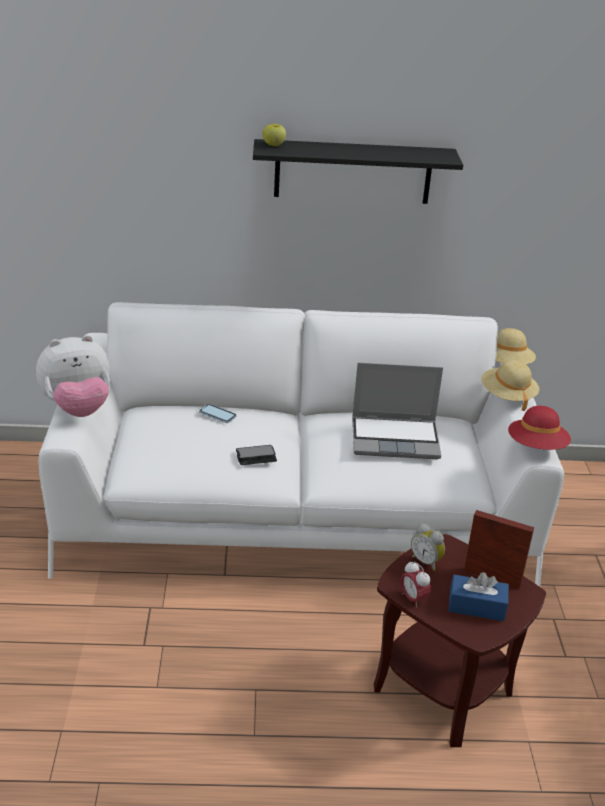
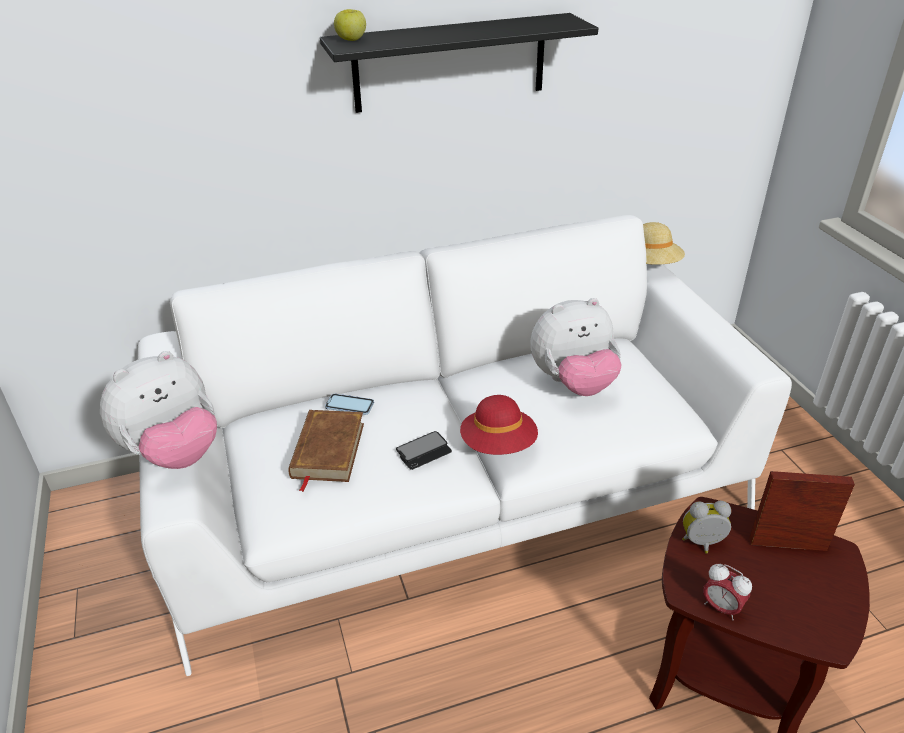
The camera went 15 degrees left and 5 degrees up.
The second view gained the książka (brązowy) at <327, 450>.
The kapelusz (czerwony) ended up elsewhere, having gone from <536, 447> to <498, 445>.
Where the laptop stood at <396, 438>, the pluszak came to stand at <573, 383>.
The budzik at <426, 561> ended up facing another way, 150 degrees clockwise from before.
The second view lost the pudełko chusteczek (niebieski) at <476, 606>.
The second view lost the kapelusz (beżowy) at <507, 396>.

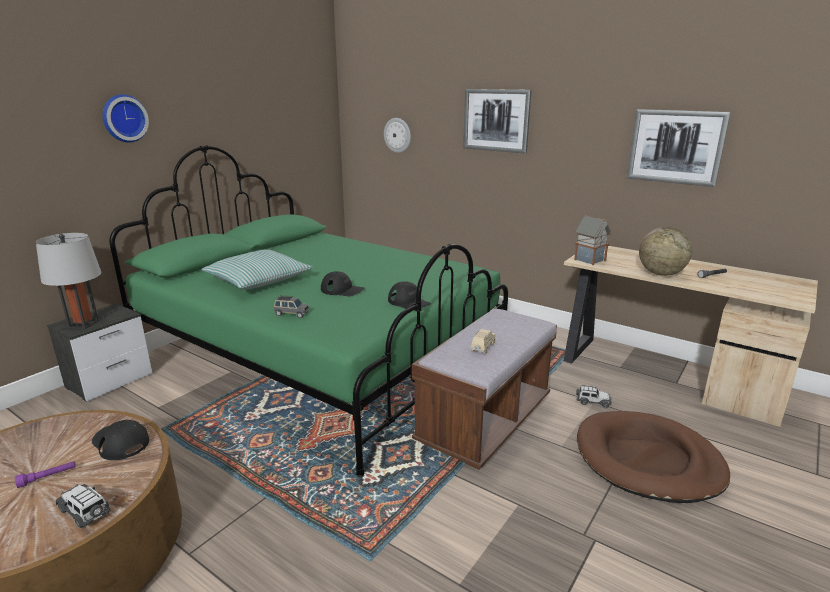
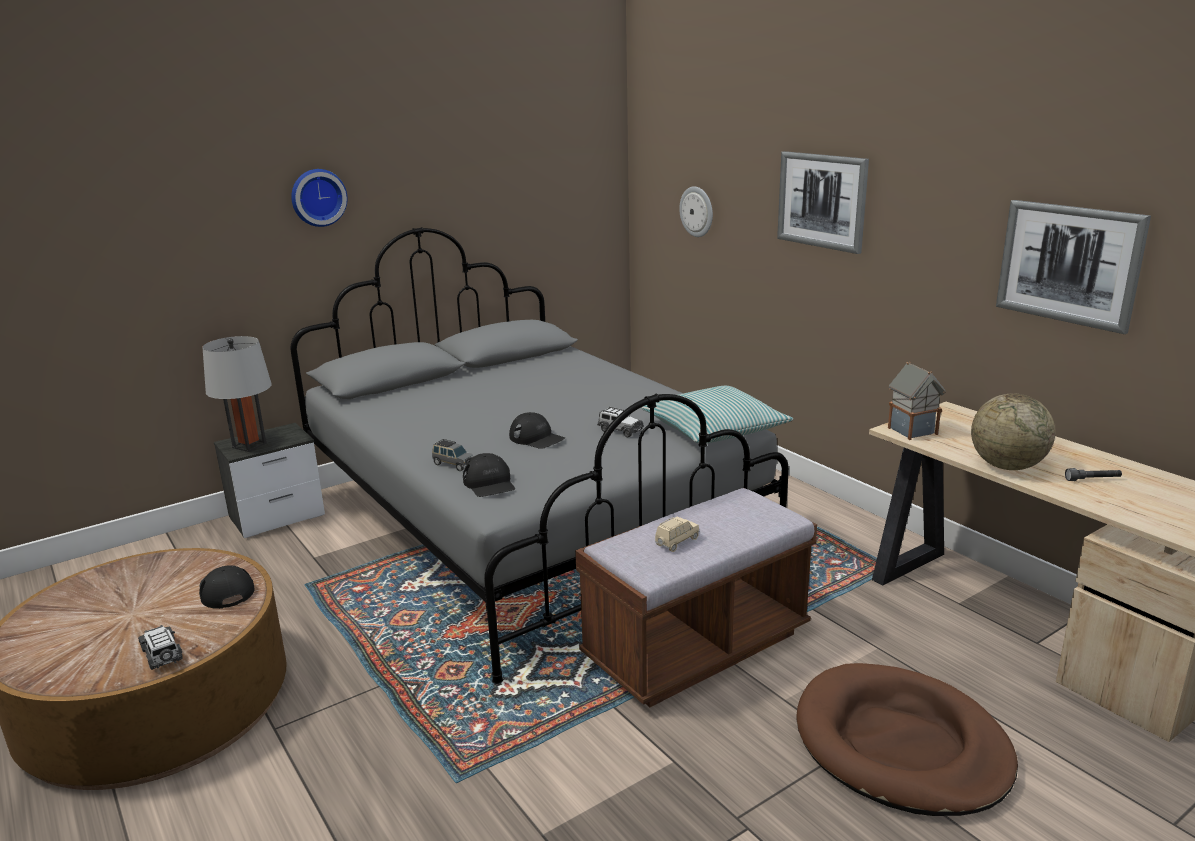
The camera went 20 degrees right and 0 degrees up.
What was the łóżko (zielony) at <321, 358> turned into the łóżko (szary) at <530, 524>.
The czapka z daszkiem (czarny) ended up elsewhere, having gone from <409, 302> to <489, 483>.
The samochodzik ended up elsewhere, having gone from <593, 402> to <620, 430>.
The poduszka ended up elsewhere, having gone from <258, 280> to <714, 429>.
The second view lost the latarka (fioletowy) at <48, 477>.

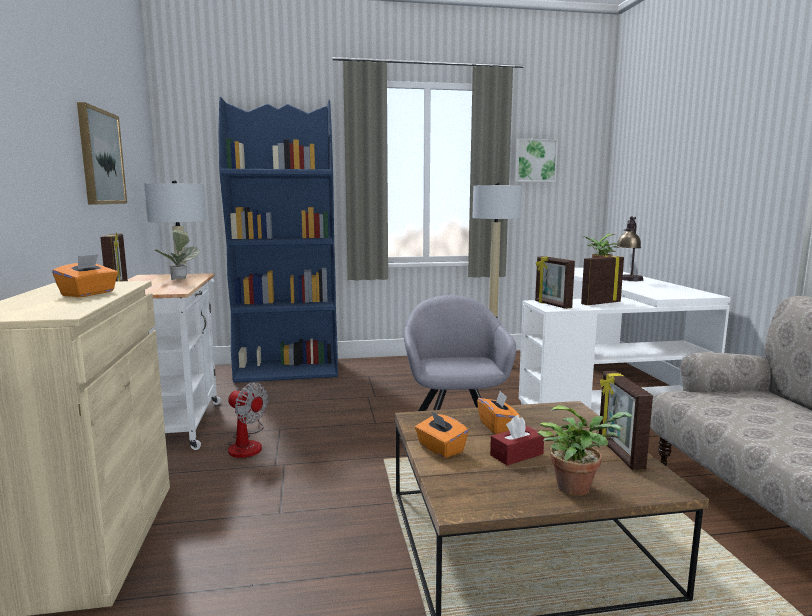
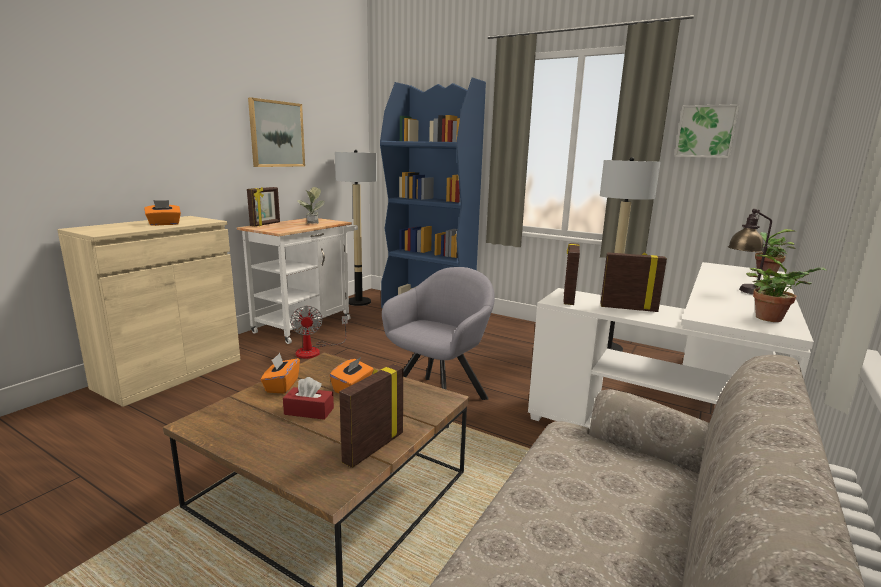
The camera went 40 degrees right and 5 degrees up.
The roślina doniczkowa ended up elsewhere, having gone from <577, 487> to <772, 319>.

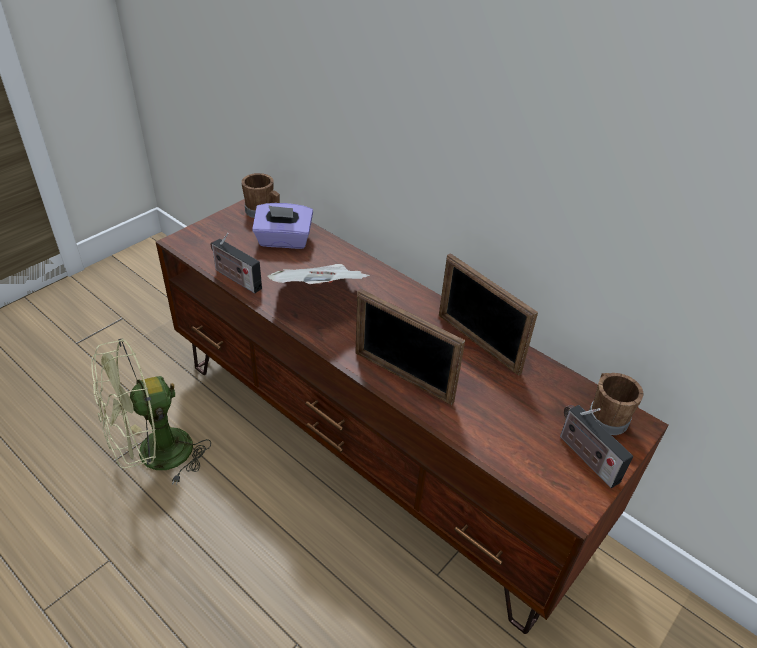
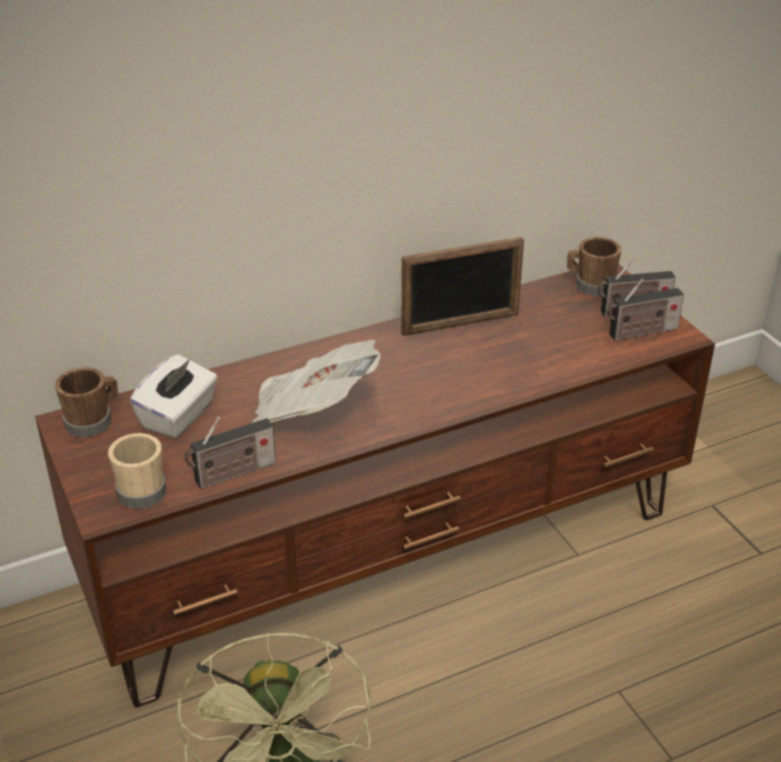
The camera went 65 degrees left and 5 degrees down.
The second view gained the kubek (beżowy) at <143, 488>.
What was the pudełko chusteczek (fioletowy) at <284, 241> turned into the pudełko chusteczek (biały) at <178, 416>.
The second view gained the radio at <640, 332>.
The second view lost the ramka na zdjęcie at <402, 377>.

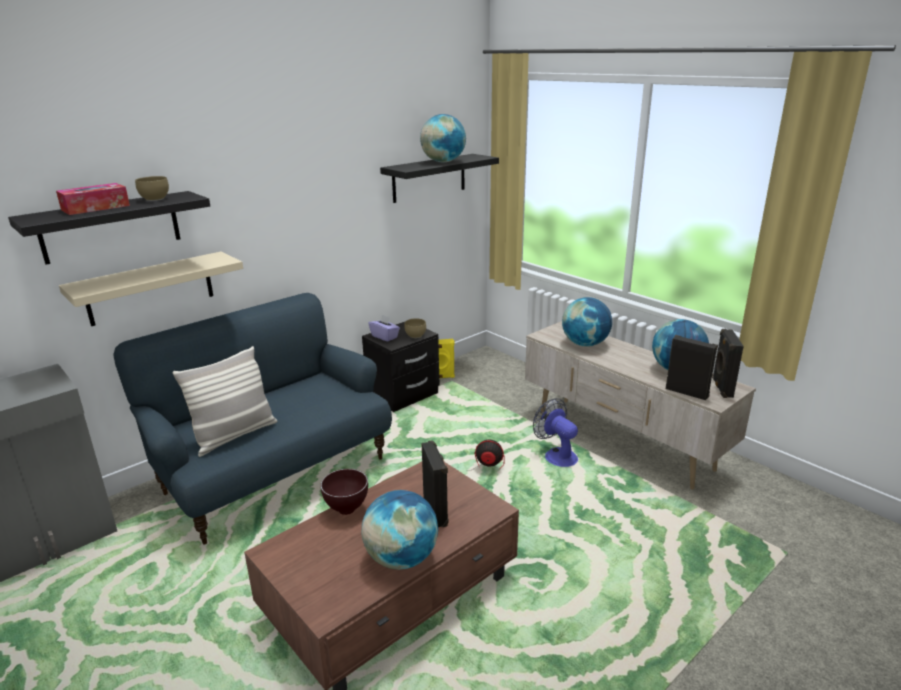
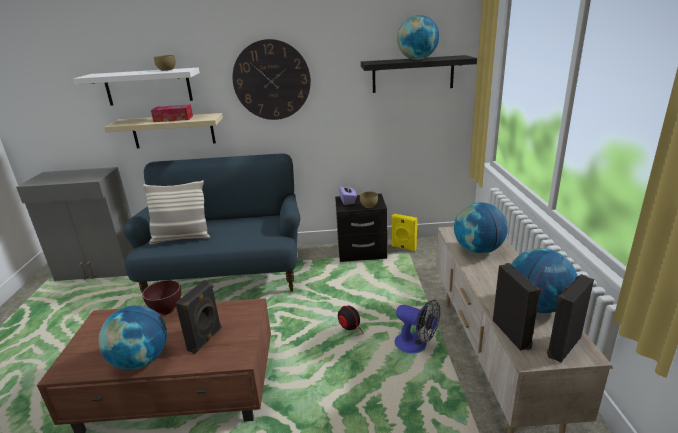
The camera went 40 degrees right and 0 degrees up.
What was the półka (czarny) at <111, 227> turned into the półka (biały) at <148, 87>.
The pudełko chusteczek ended up elsewhere, having gone from <95, 208> to <173, 119>.
The second view gained the zegar ścienny at <272, 80>.
The wentylator at <556, 455> ended up facing another way, 120 degrees clockwise from before.

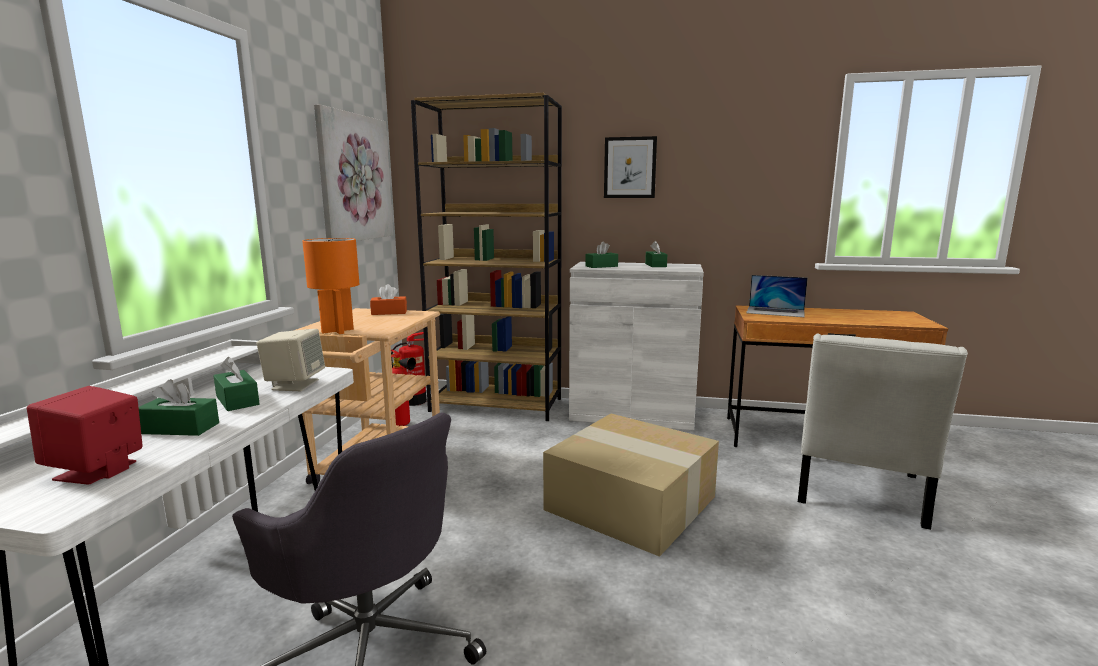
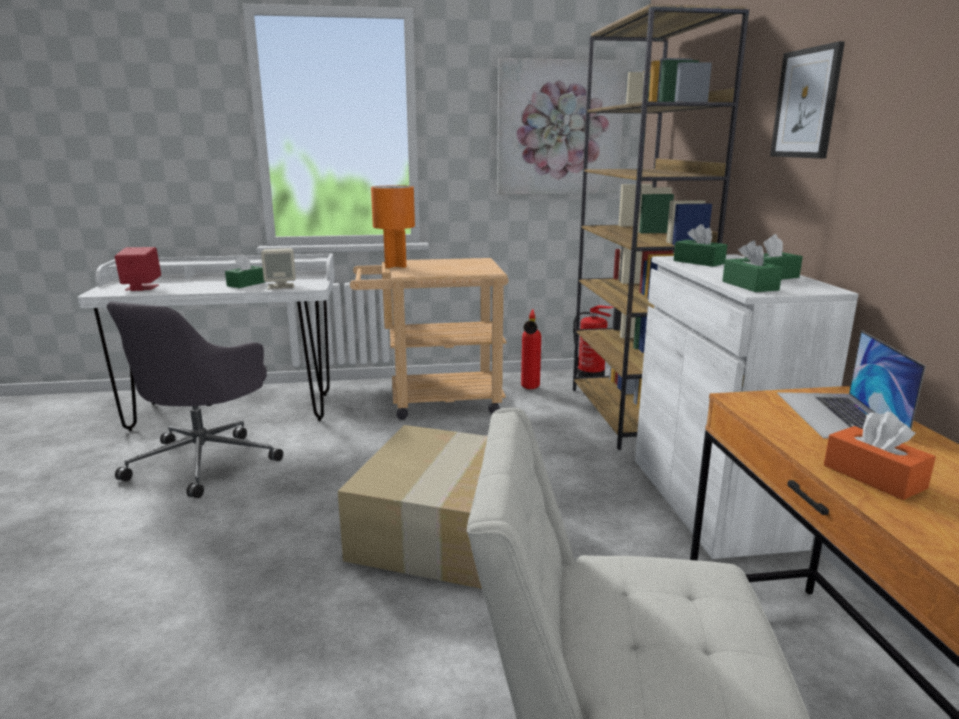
The camera went 70 degrees right and 5 degrees up.
The pudełko chusteczek (zielony) ended up elsewhere, having gone from <180, 428> to <750, 286>.
The pudełko chusteczek (pomarańczowy) ended up elsewhere, having gone from <389, 312> to <873, 477>.

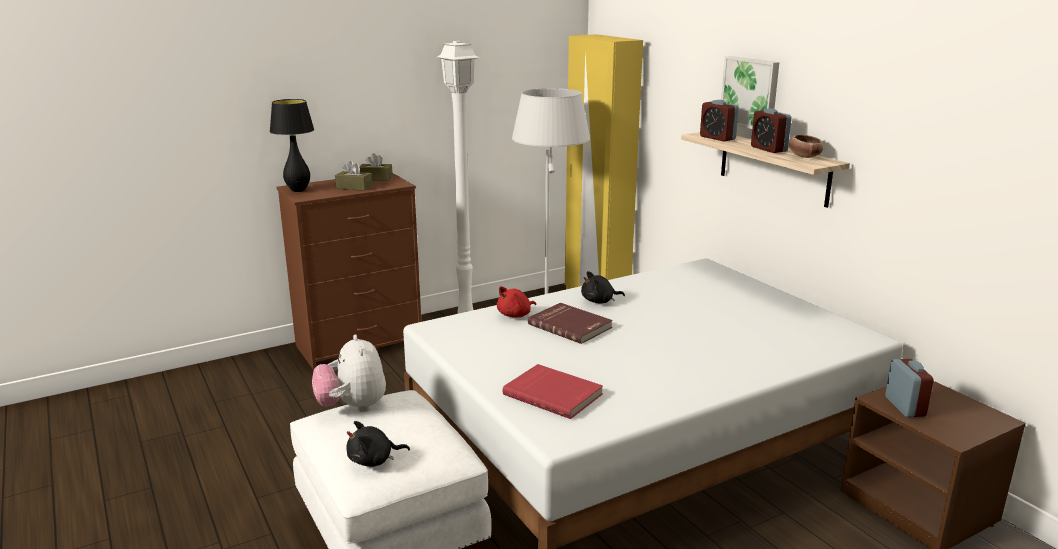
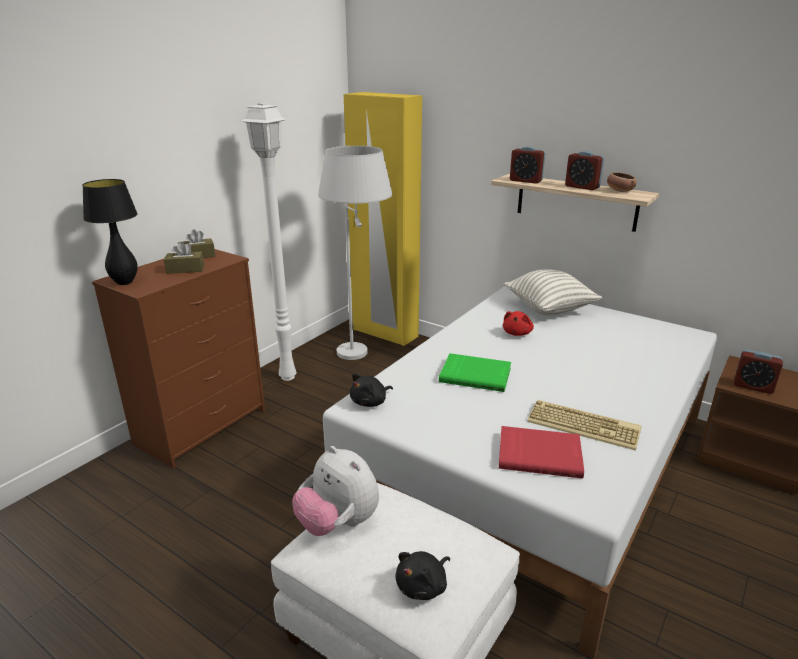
The camera went 25 degrees left and 5 degrees up.
The pluszak (czarny) ended up elsewhere, having gone from <599, 301> to <370, 402>.
What was the książka (czerwony) at <571, 325> turned into the książka (zielony) at <475, 374>.
The pluszak (czerwony) ended up elsewhere, having gone from <516, 315> to <517, 333>.
The second view gained the poduszka at <549, 309>.
The second view gained the klawiatura at <584, 425>.
The budzik at <905, 407> ended up facing another way, 150 degrees clockwise from before.
The second view lost the obraz at <751, 93>.

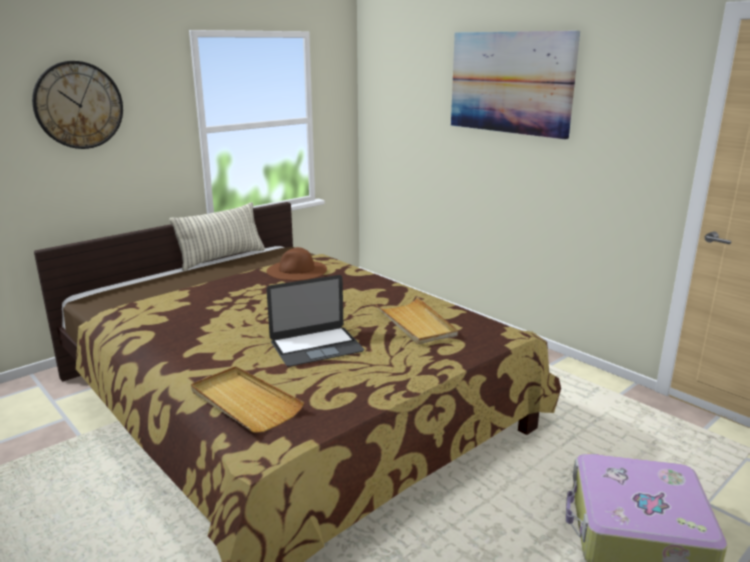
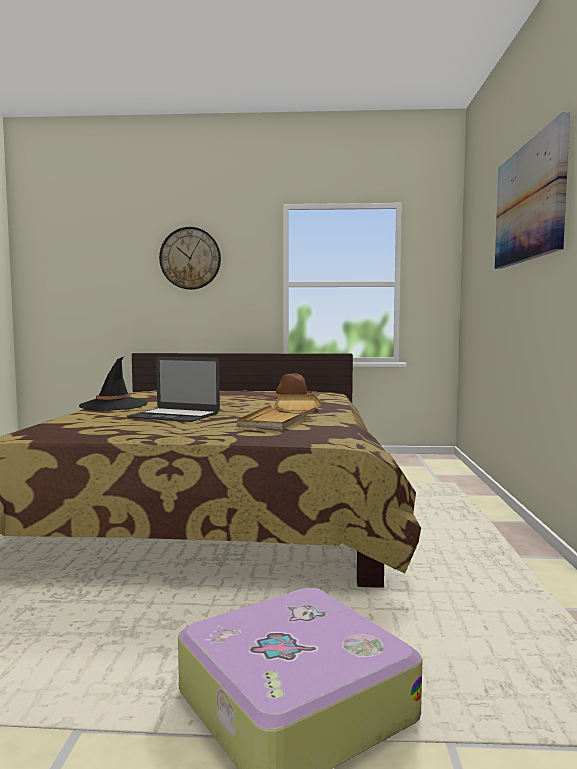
The camera went 45 degrees right and 15 degrees down.
The second view gained the kapelusz (czarny) at <113, 405>.
The taca (beżowy) ended up elsewhere, having gone from <244, 402> to <297, 405>.
The second view lost the poduszka at <222, 258>.

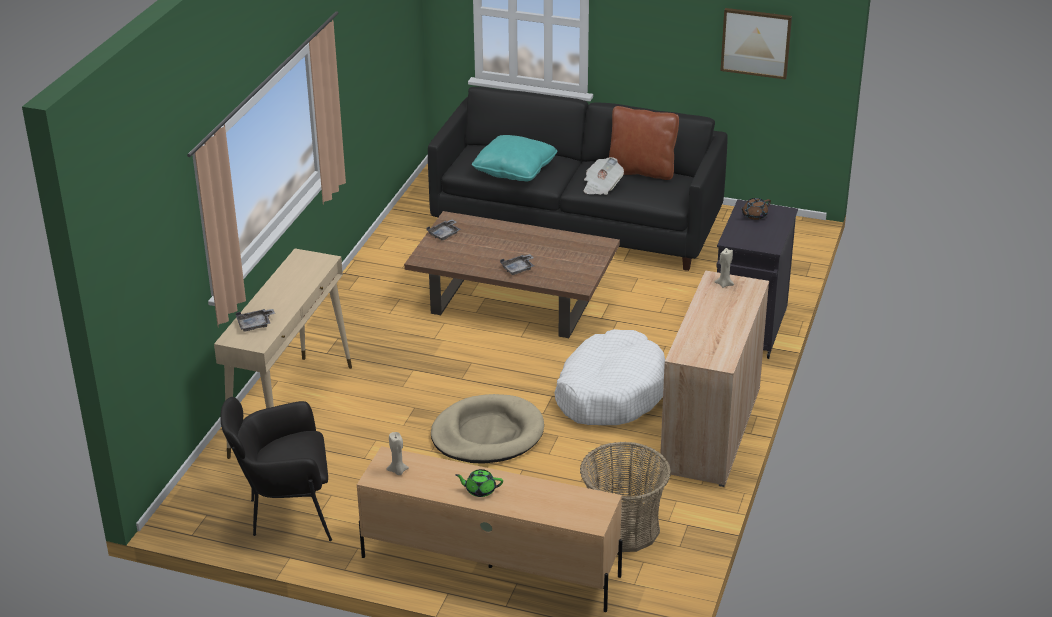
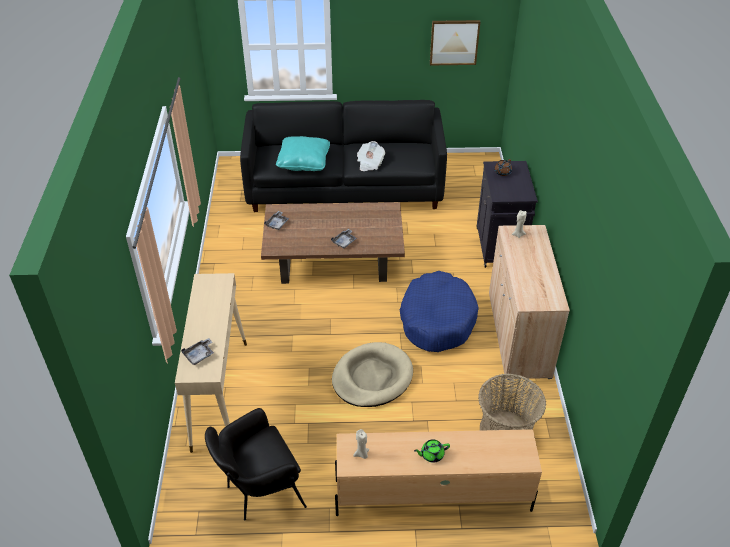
The camera went 20 degrees left and 10 degrees up.
What was the legowisko (biały) at <610, 392> turned into the legowisko (niebieski) at <437, 320>.
The second view lost the poduszka (brązowy) at <641, 171>.

